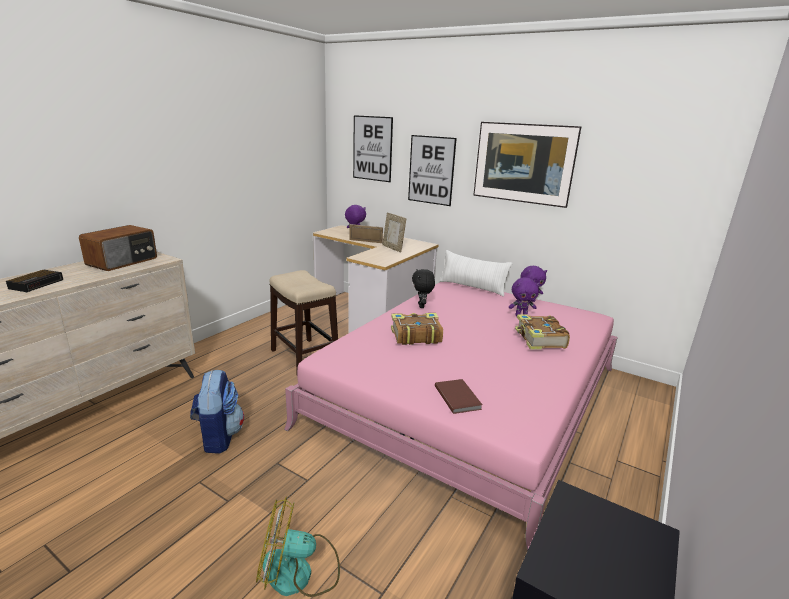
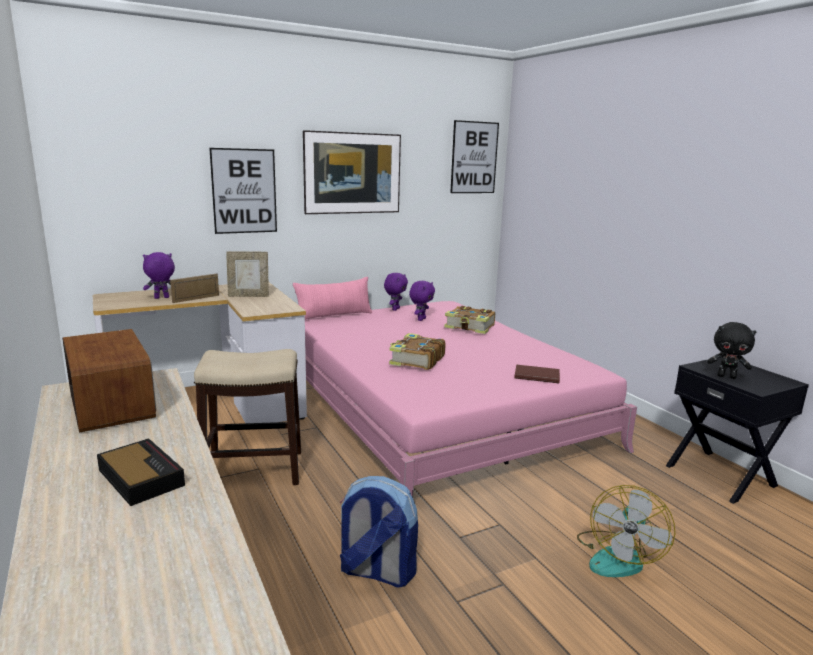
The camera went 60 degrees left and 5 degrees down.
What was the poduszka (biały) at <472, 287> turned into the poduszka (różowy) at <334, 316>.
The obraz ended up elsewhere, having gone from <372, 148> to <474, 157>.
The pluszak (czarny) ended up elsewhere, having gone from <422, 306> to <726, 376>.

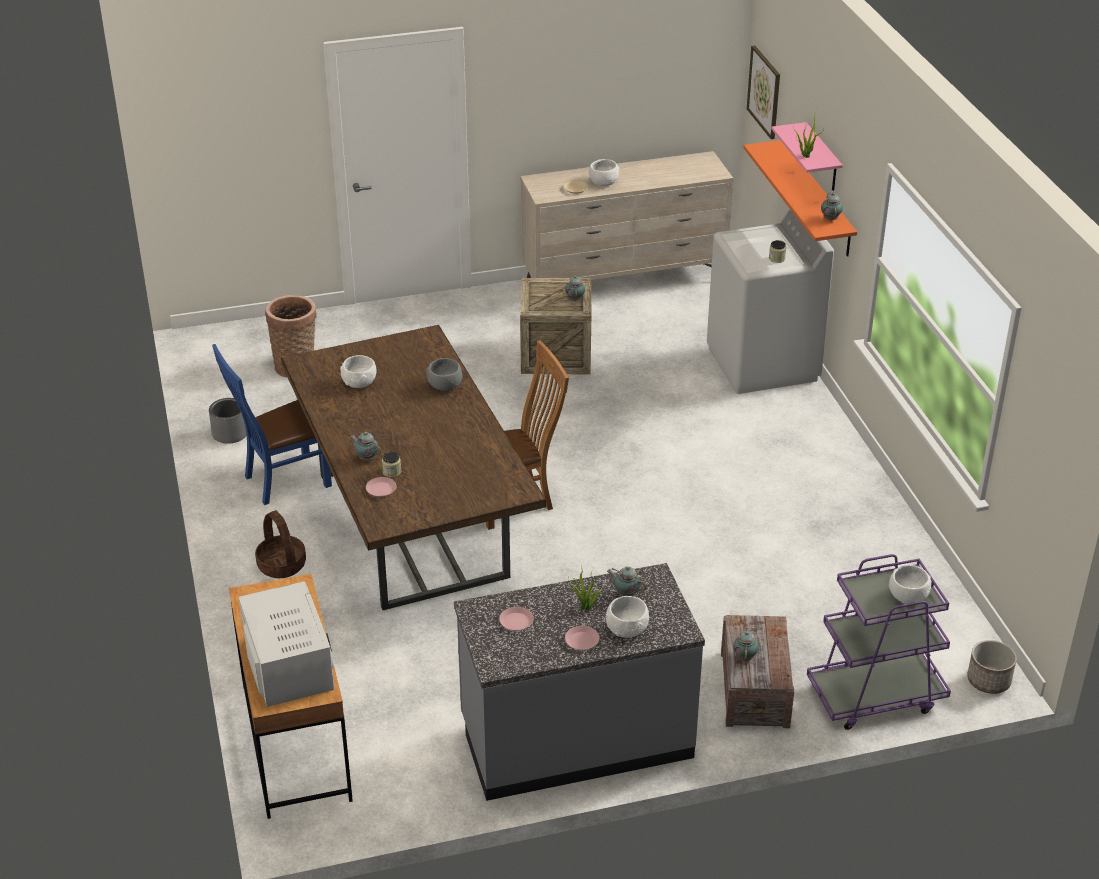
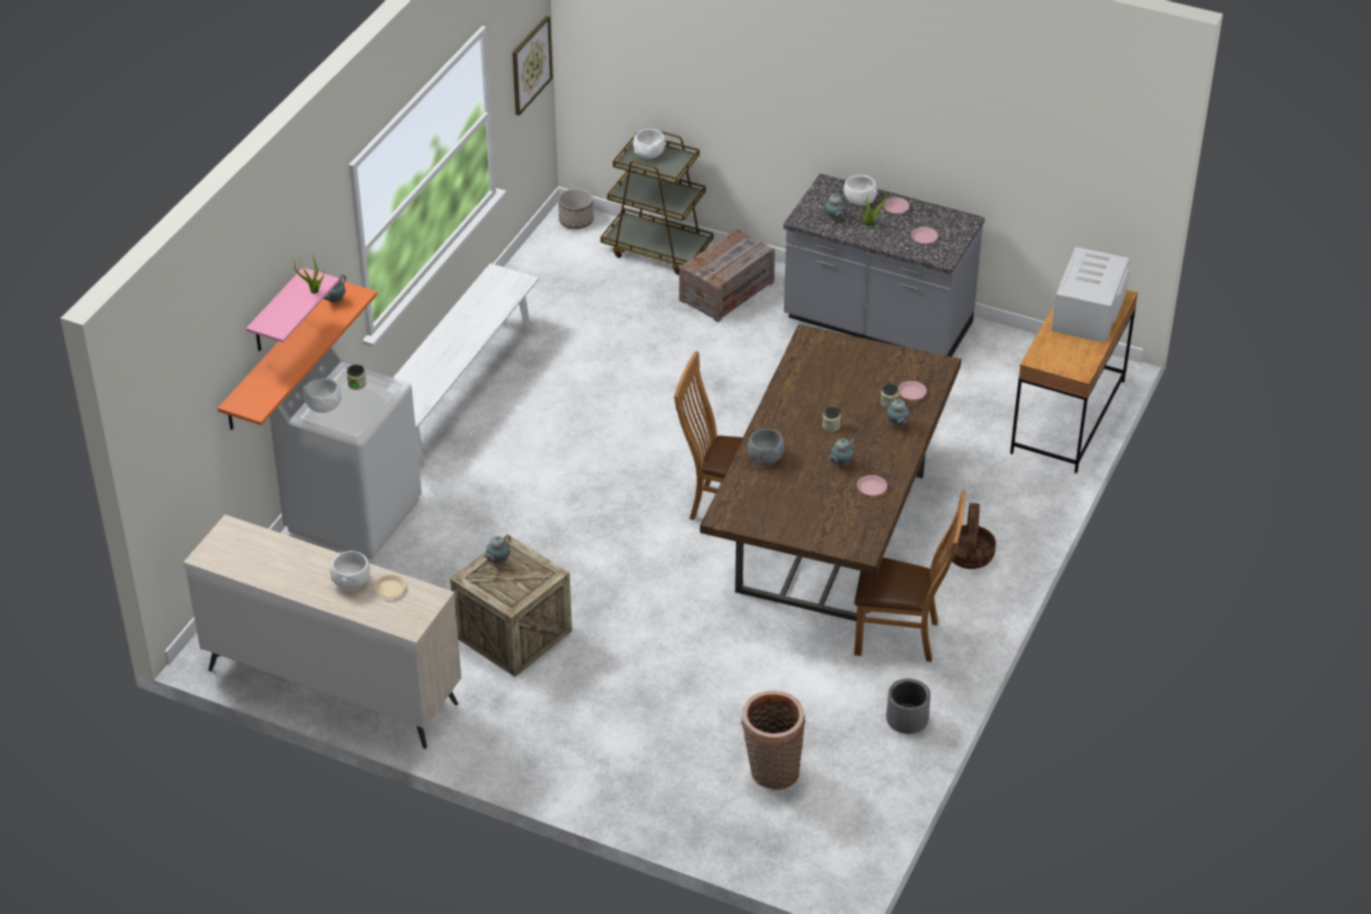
The camera went 140 degrees left and 5 degrees up.
The miska (biały) ended up elsewhere, having gone from <360, 383> to <323, 405>.
The second view gained the ławka (biały) at <458, 391>.
The obraz ended up elsewhere, having gone from <764, 91> to <530, 65>.
What was the wózek (fioletowy) at <875, 696> turned into the wózek (brązowy) at <657, 249>.
The second view gained the słoik at <831, 426>.
The imbryk ended up elsewhere, having gone from <745, 657> to <840, 464>.
What was the krzesło (niebieski) at <282, 481> turned into the krzesło (brązowy) at <902, 637>.
The second view gained the talerz (różowy) at <872, 488>.

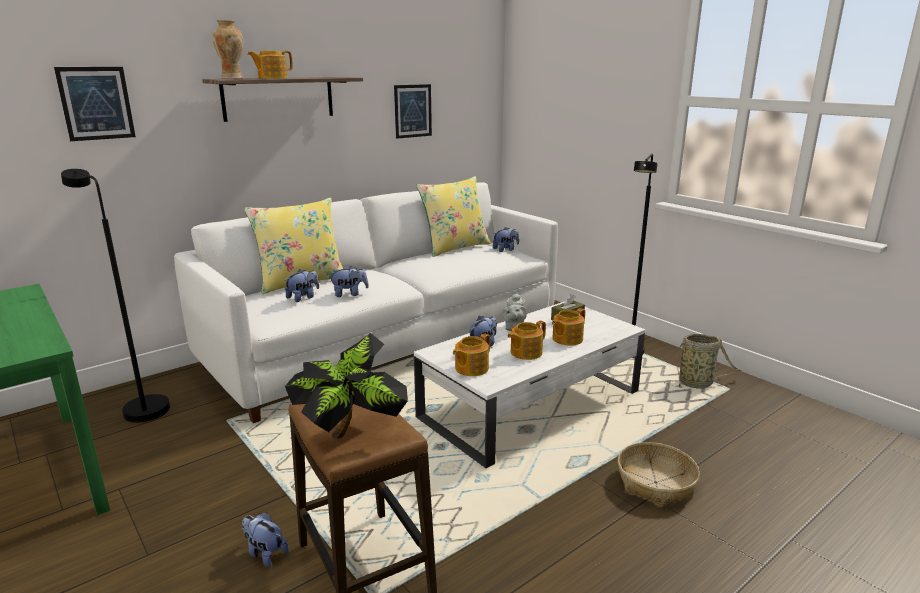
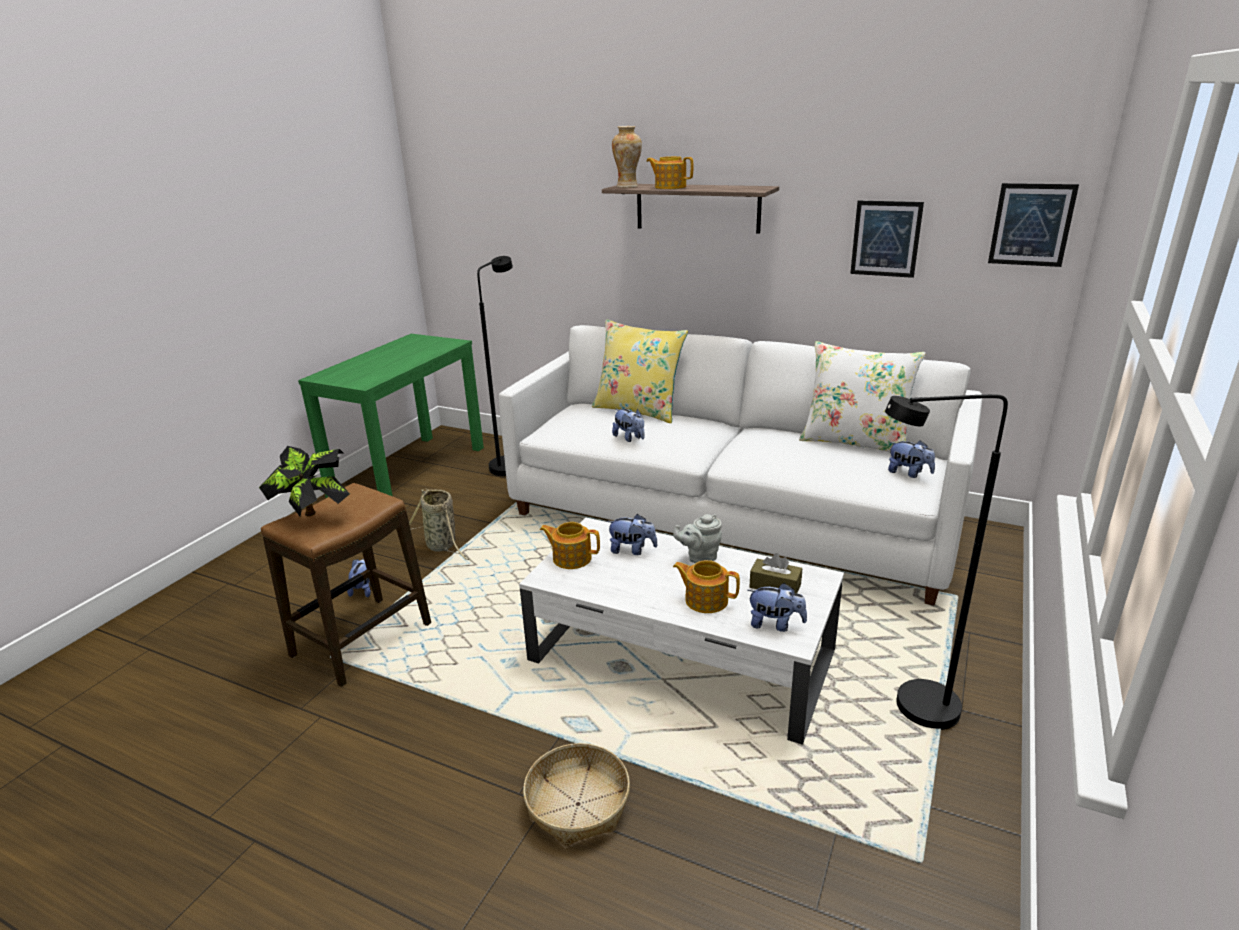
The camera went 65 degrees right and 5 degrees up.
The koszyk ended up elsewhere, having gone from <697, 383> to <442, 546>.
The pluszak ended up elsewhere, having gone from <303, 297> to <775, 624>.
What was the poduszka (żółty) at <455, 247> turned into the poduszka (biały) at <855, 442>.
The obraz ended up elsewhere, having gone from <96, 103> to <1031, 225>.
The second view lost the imbryk at <525, 352>.

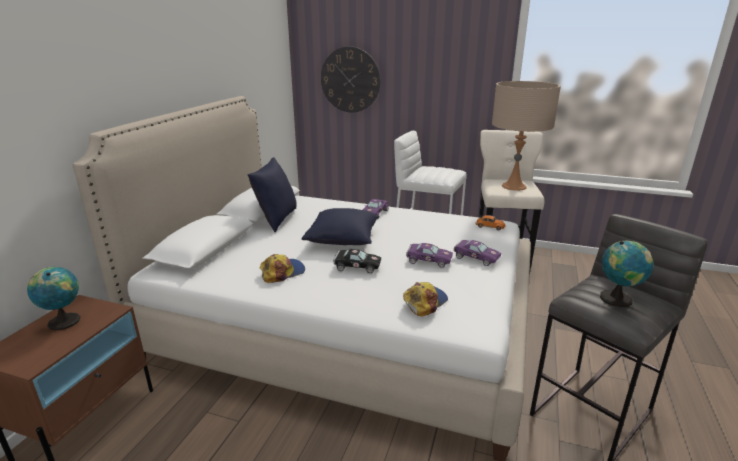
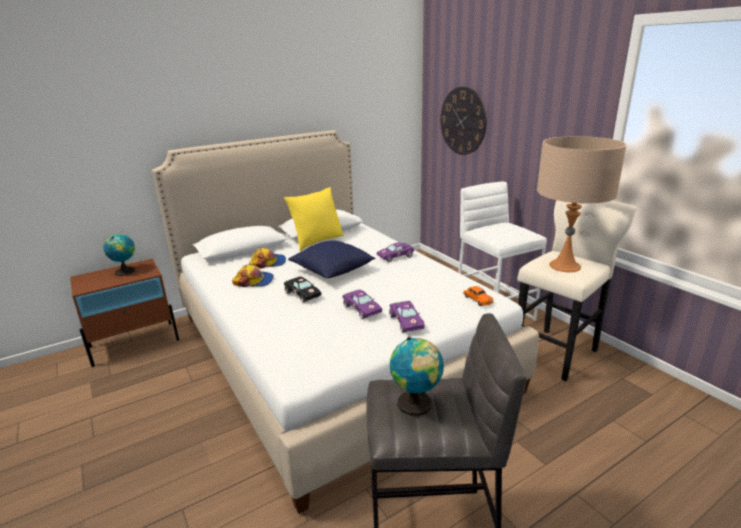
The camera went 40 degrees right and 0 degrees up.
The czapka z daszkiem ended up elsewhere, having gone from <424, 301> to <268, 263>.
What was the poduszka (niebieski) at <276, 220> turned into the poduszka (żółty) at <317, 241>.

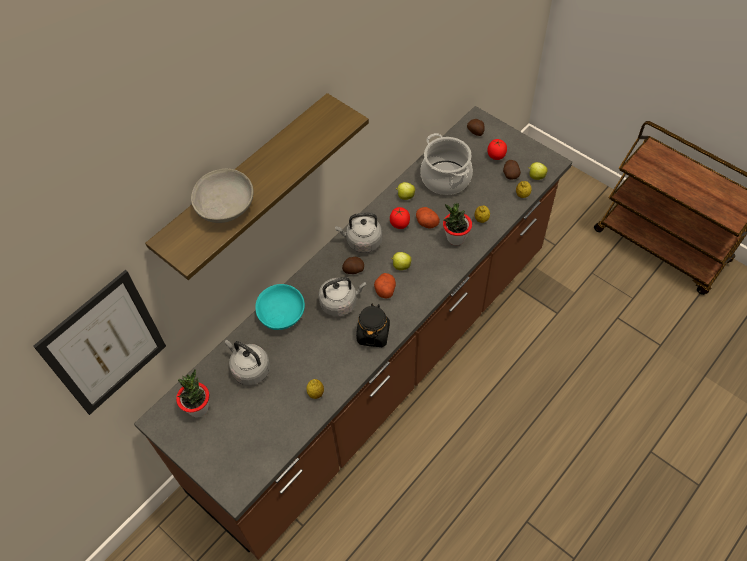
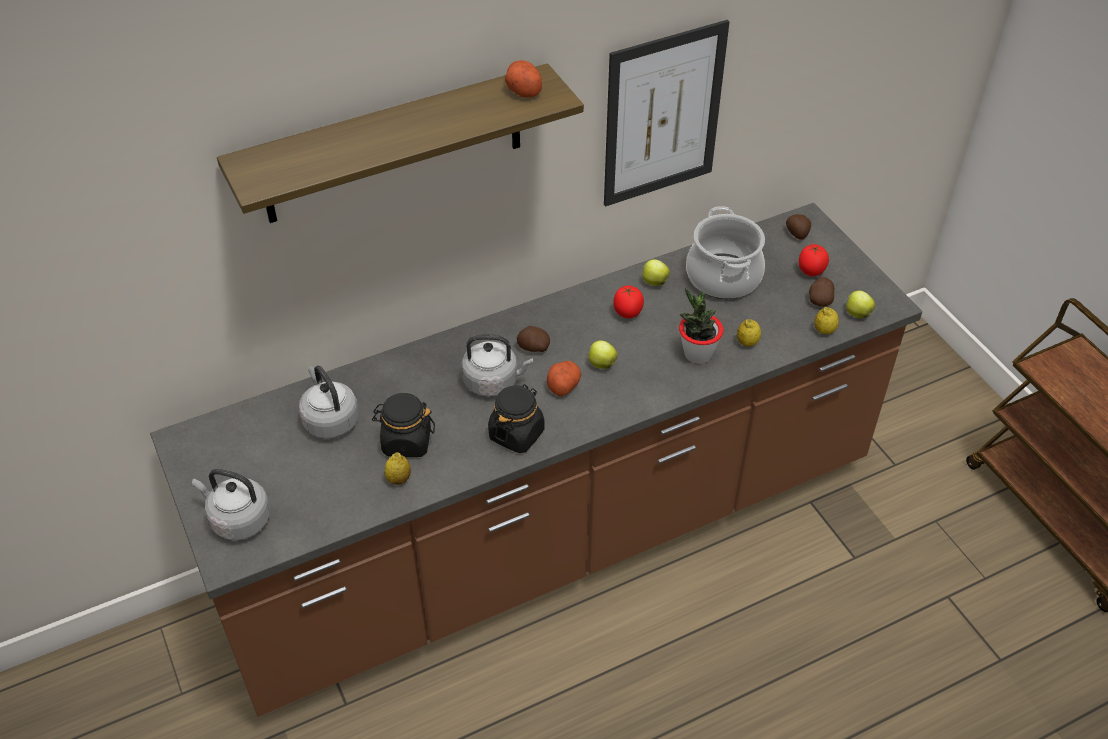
The camera went 20 degrees right and 10 degrees down.
The czajnik (szary) ended up elsewhere, having gone from <362, 241> to <238, 520>.
The second view gained the słoik (czarny) at <406, 441>.
The ziemniak ended up elsewhere, having gone from <426, 222> to <523, 89>.
The obraz ended up elsewhere, having gone from <105, 345> to <663, 115>.
The second view lost the roślina doniczkowa at <198, 408>.
The second view lost the miska (szary) at <226, 207>.
The second view lost the miska (turkusowy) at <282, 314>.

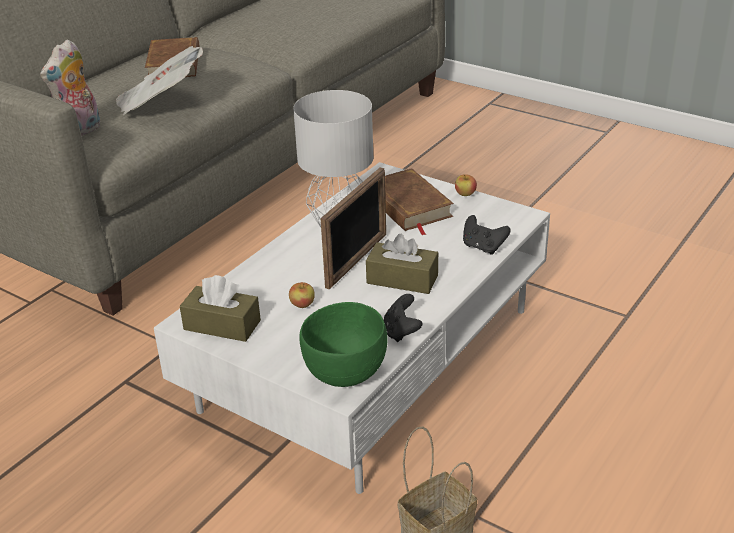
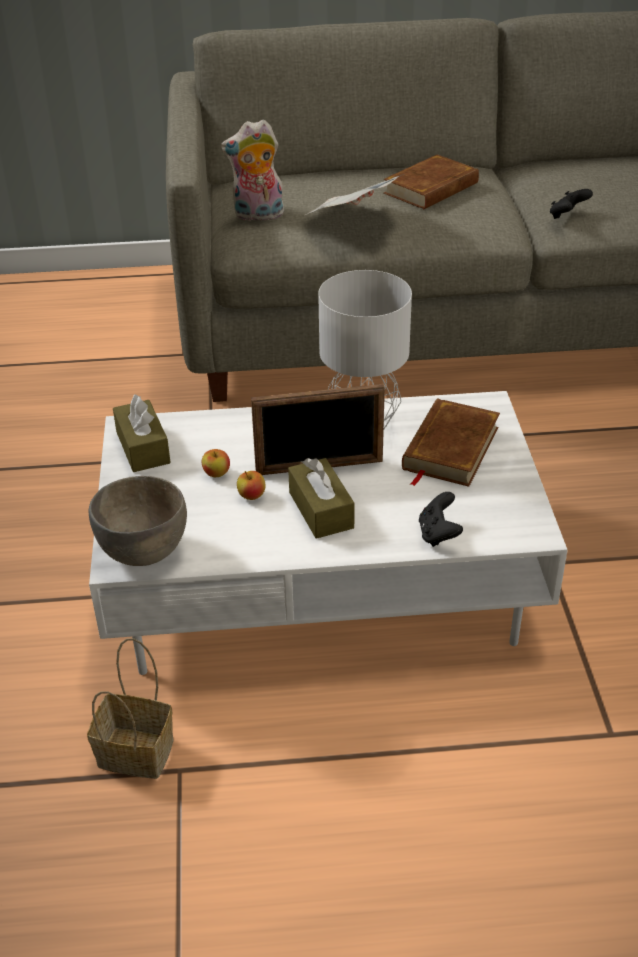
The camera went 50 degrees right and 5 degrees up.
What was the miska (zielony) at <346, 373> turned into the miska (szary) at <144, 551>.
The jabłko ended up elsewhere, having gone from <465, 194> to <251, 496>.
The pad do gier (czarny) ended up elsewhere, having gone from <401, 331> to <567, 216>.

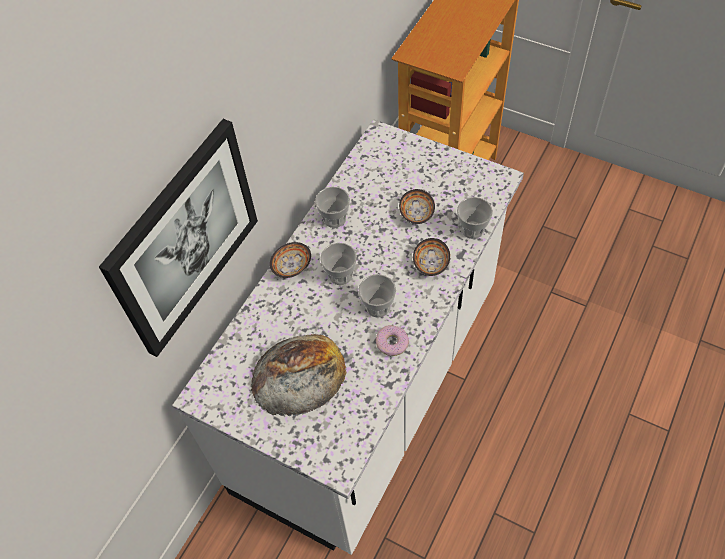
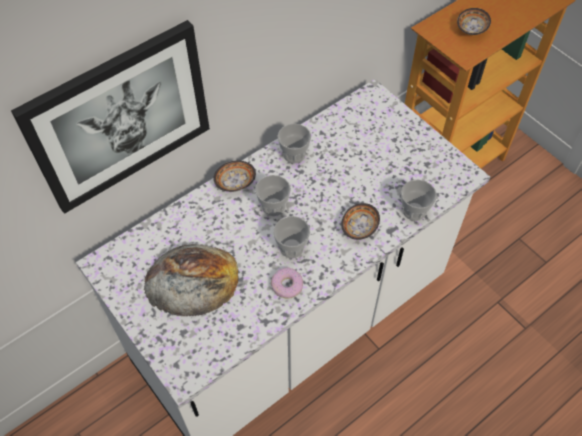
The camera went 20 degrees right and 0 degrees up.
The miska ended up elsewhere, having gone from <416, 213> to <471, 29>.

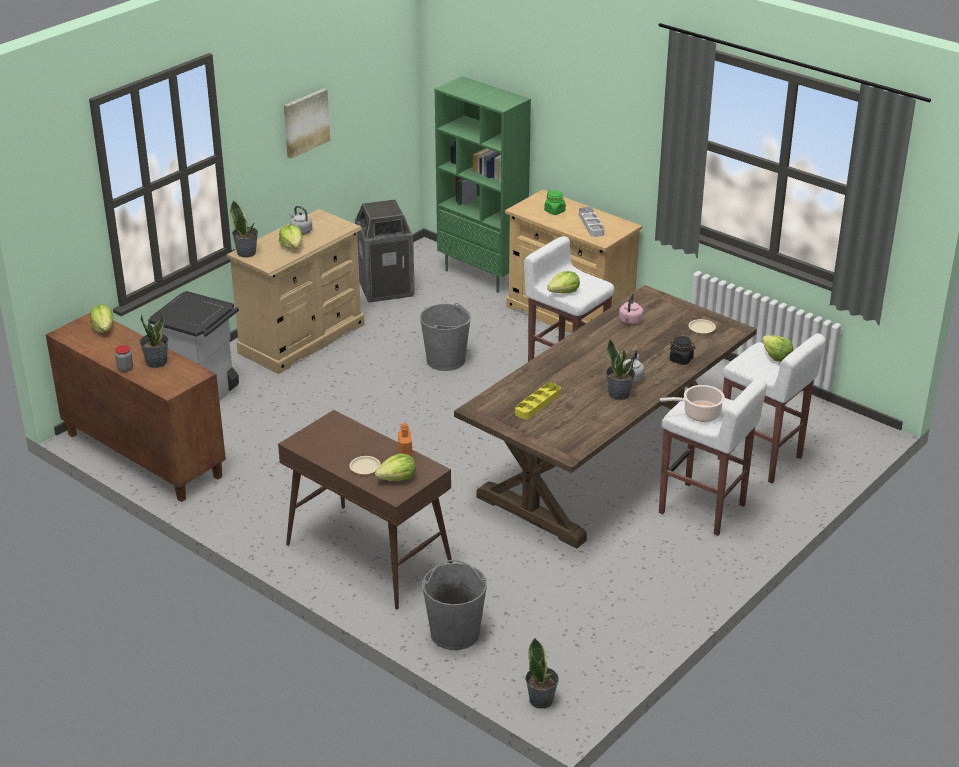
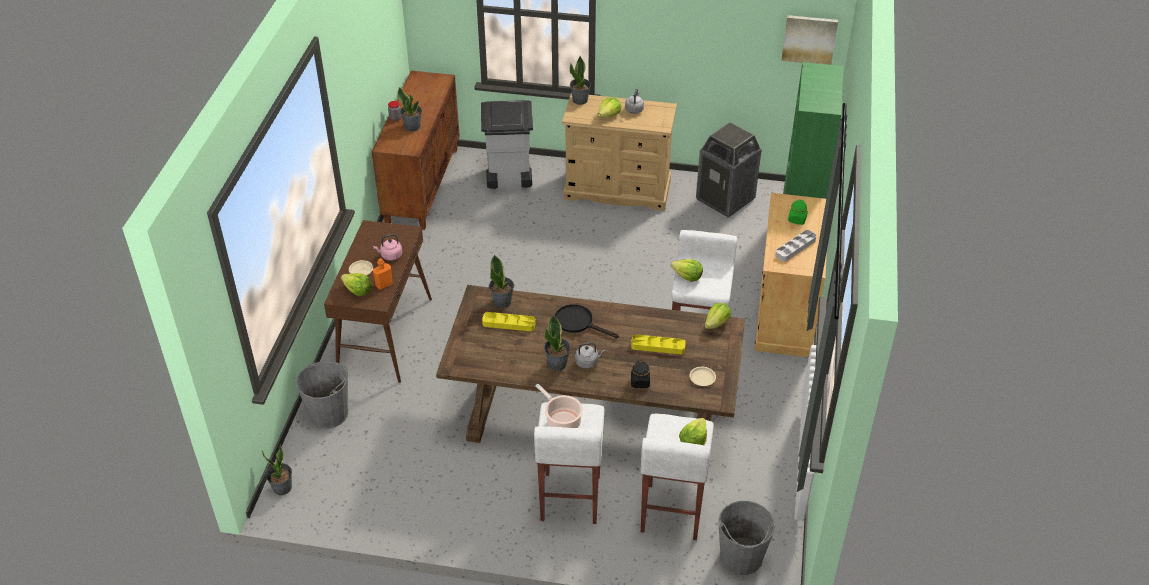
The camera went 60 degrees right and 10 degrees up.
The czajnik (różowy) ended up elsewhere, having gone from <630, 321> to <390, 256>.
The second view gained the roślina doniczkowa at <502, 301>.
The second view gained the patelnia (czarny) at <578, 323>.
The second view gained the taca (żółty) at <658, 346>.
The sałata ended up elsewhere, having gone from <103, 328> to <717, 324>.
The wiadro (szary) ended up elsewhere, having gone from <446, 360> to <741, 557>.
The obraz ended up elsewhere, having gone from <305, 122> to <809, 39>.

